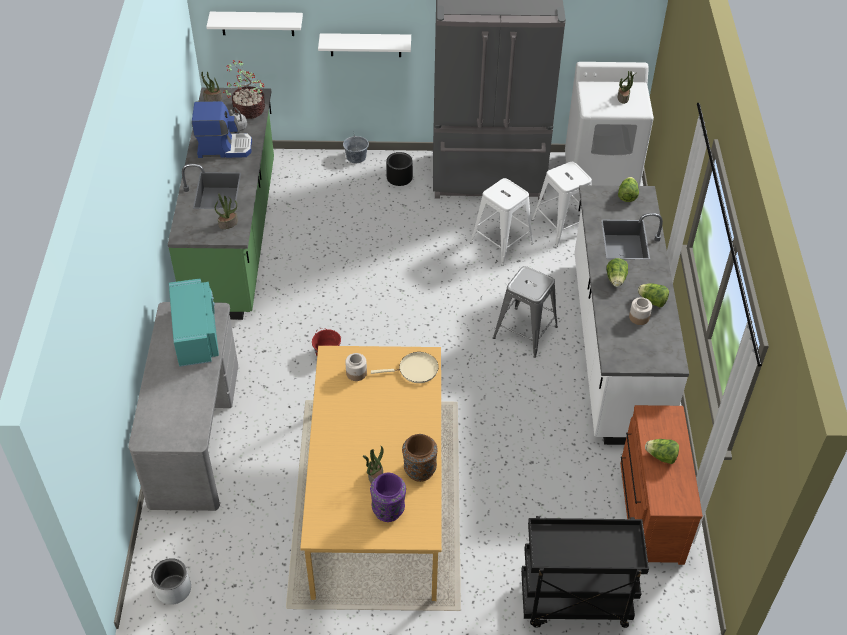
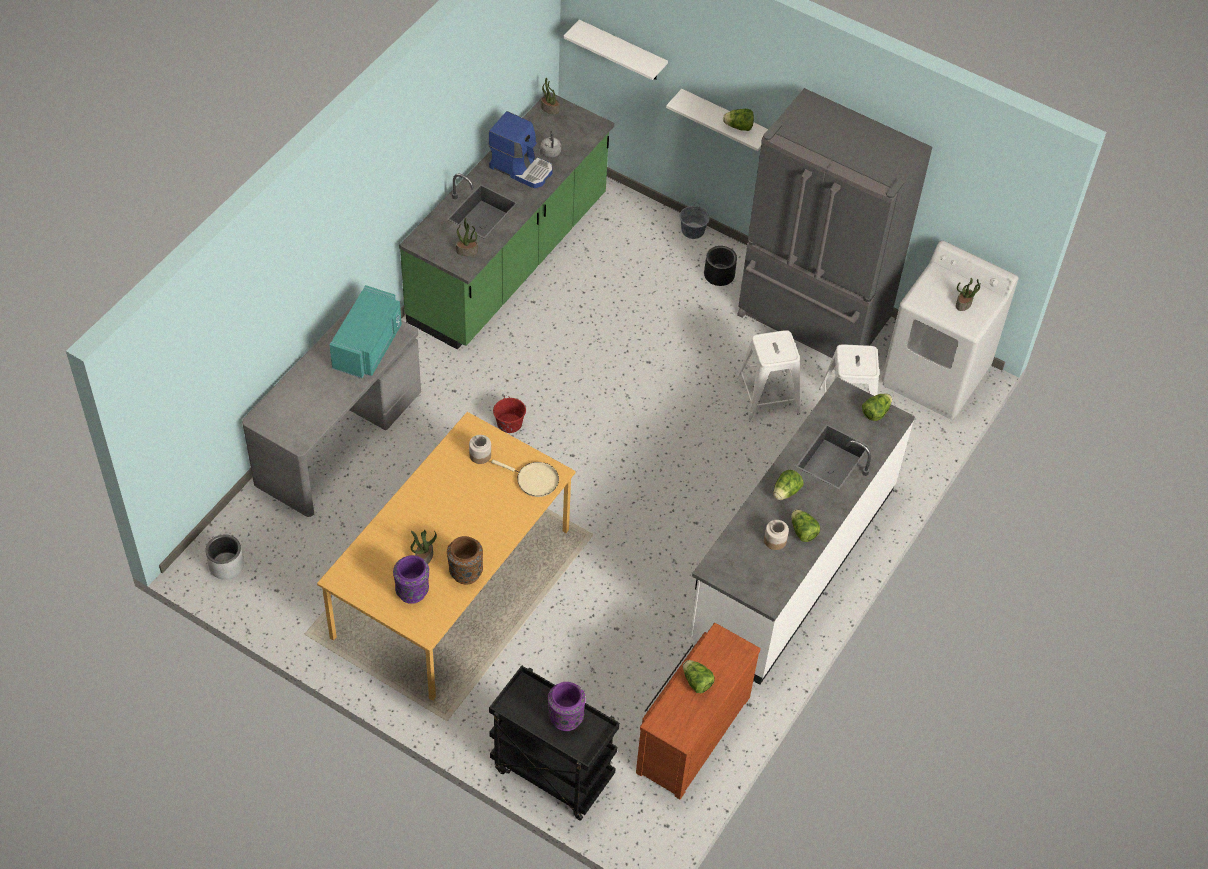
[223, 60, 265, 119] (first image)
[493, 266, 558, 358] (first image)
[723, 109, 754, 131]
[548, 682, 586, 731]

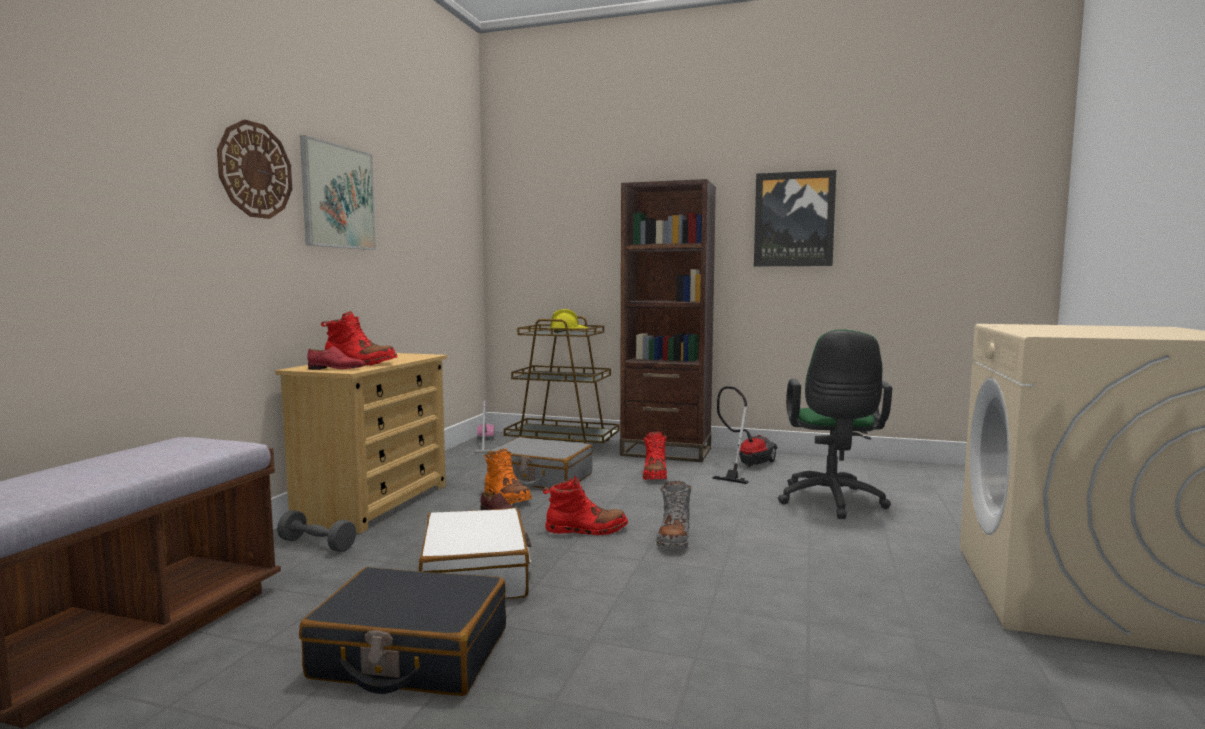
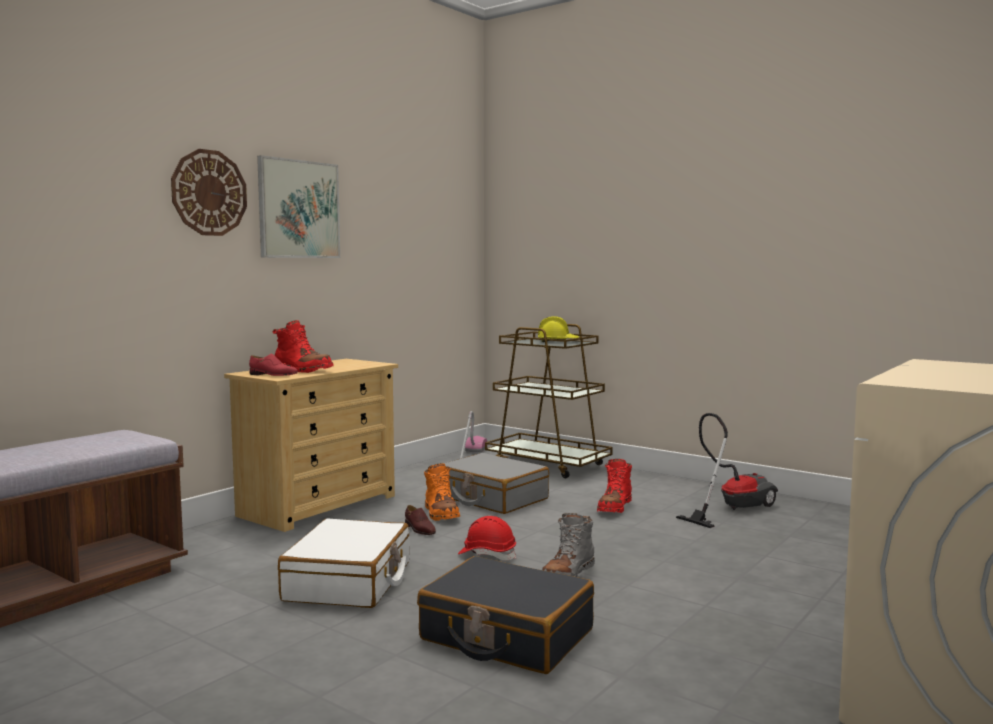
[754, 170, 836, 266] (first image)
[620, 179, 716, 462] (first image)
[778, 329, 892, 519] (first image)
[458, 516, 516, 560]
[277, 510, 356, 552] (first image)
[417, 556, 594, 674]

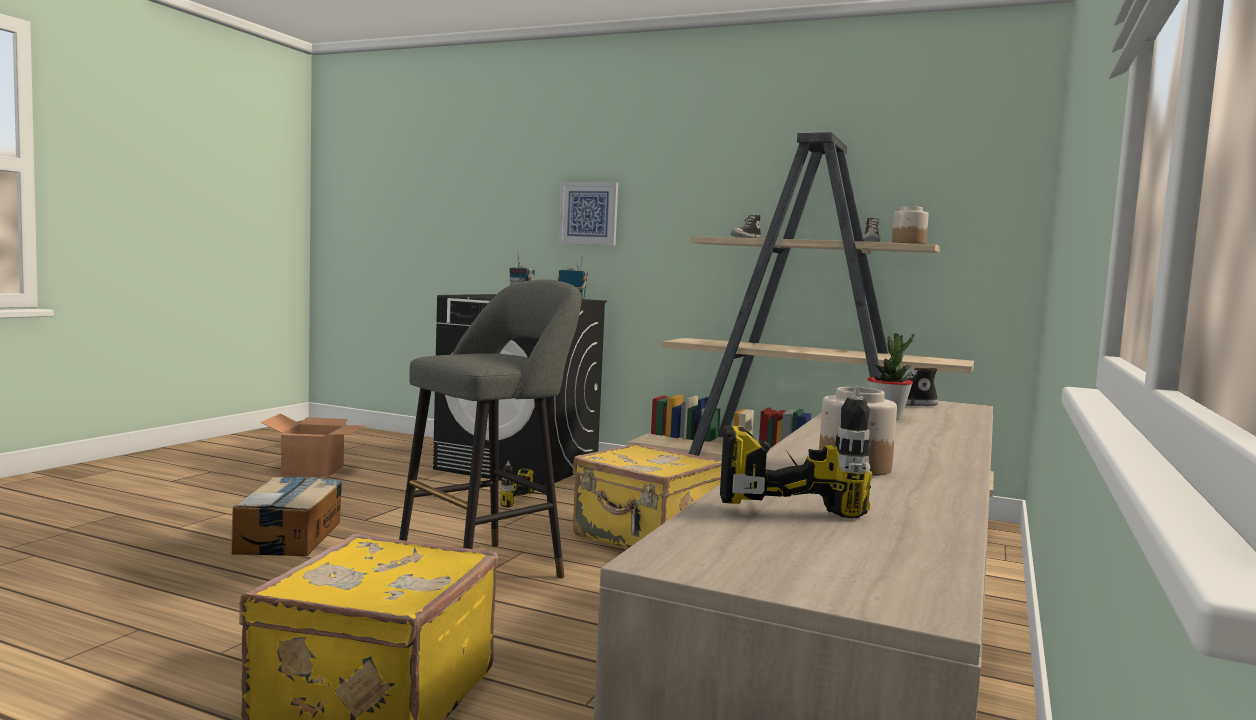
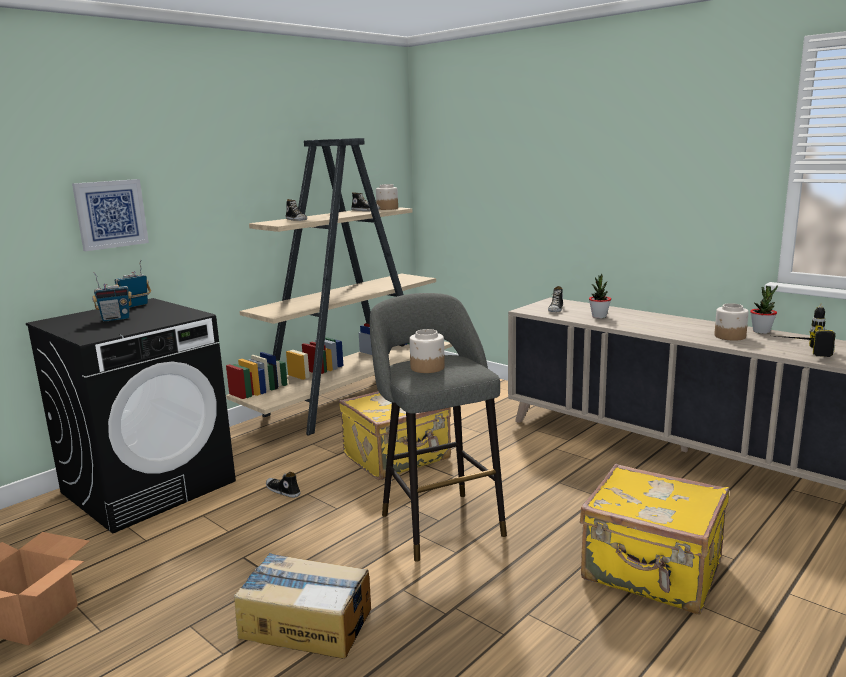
[266, 472, 300, 498]
[750, 285, 778, 334]
[409, 329, 445, 373]

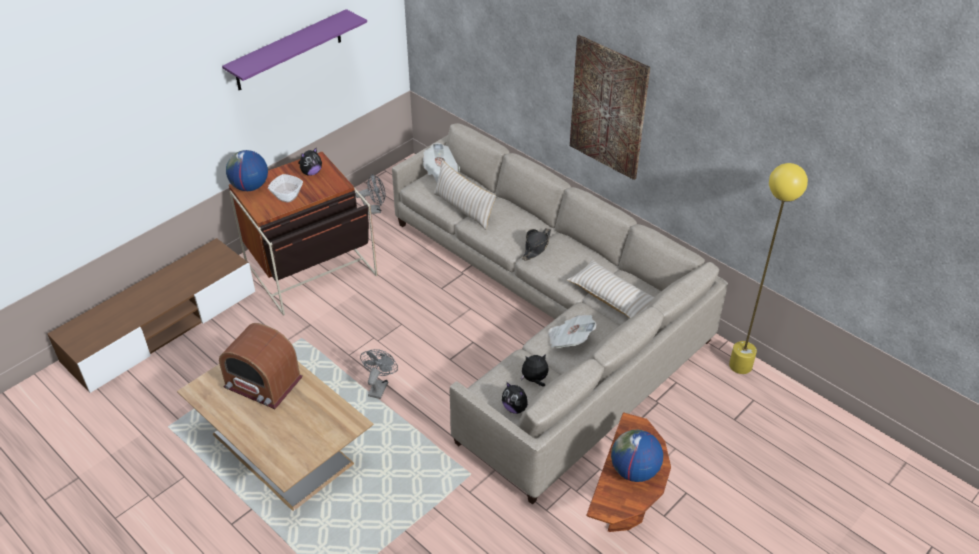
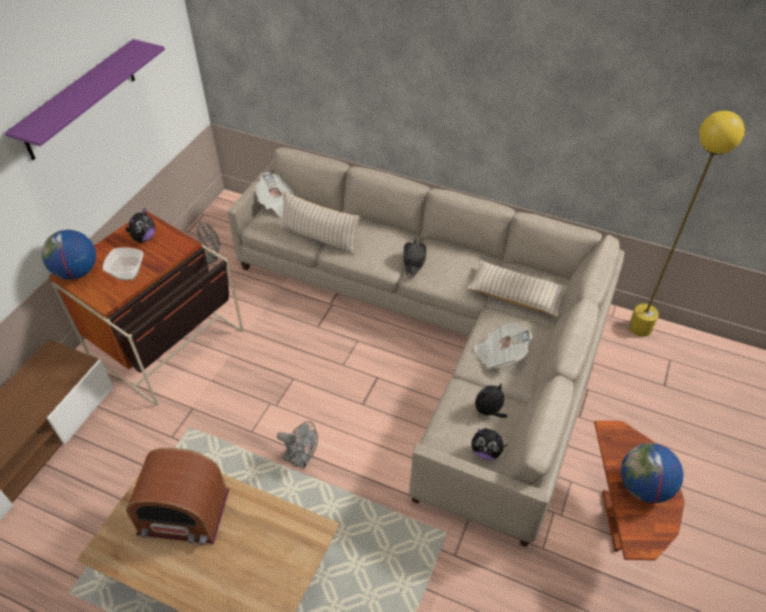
[570, 35, 650, 180] (first image)
[277, 421, 318, 469]

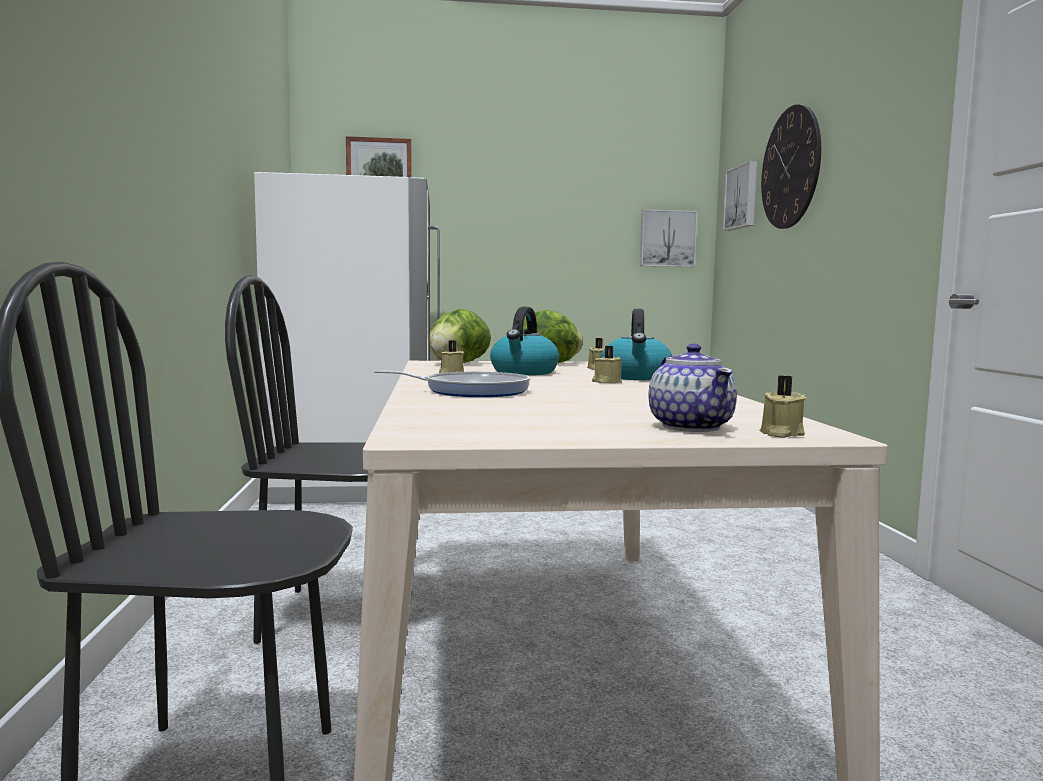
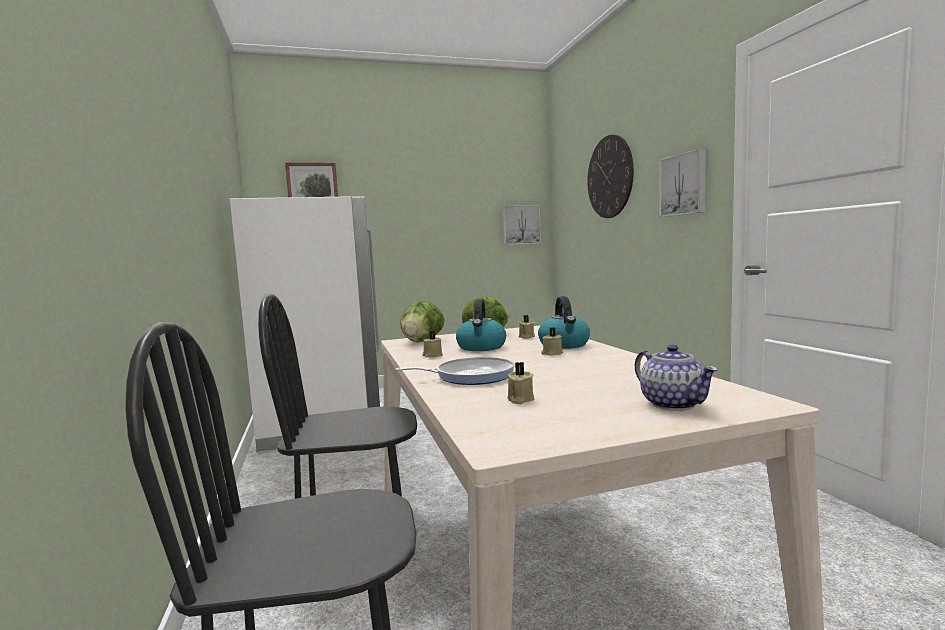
[659, 148, 706, 217]
[507, 362, 534, 404]

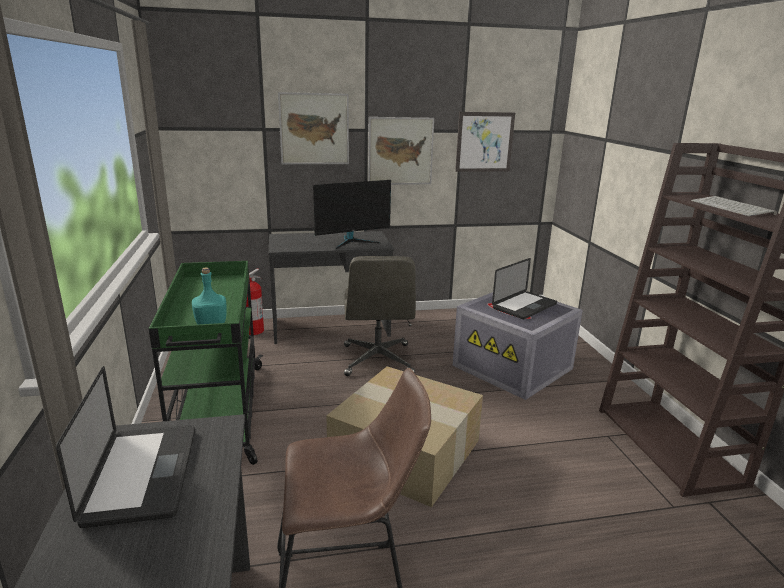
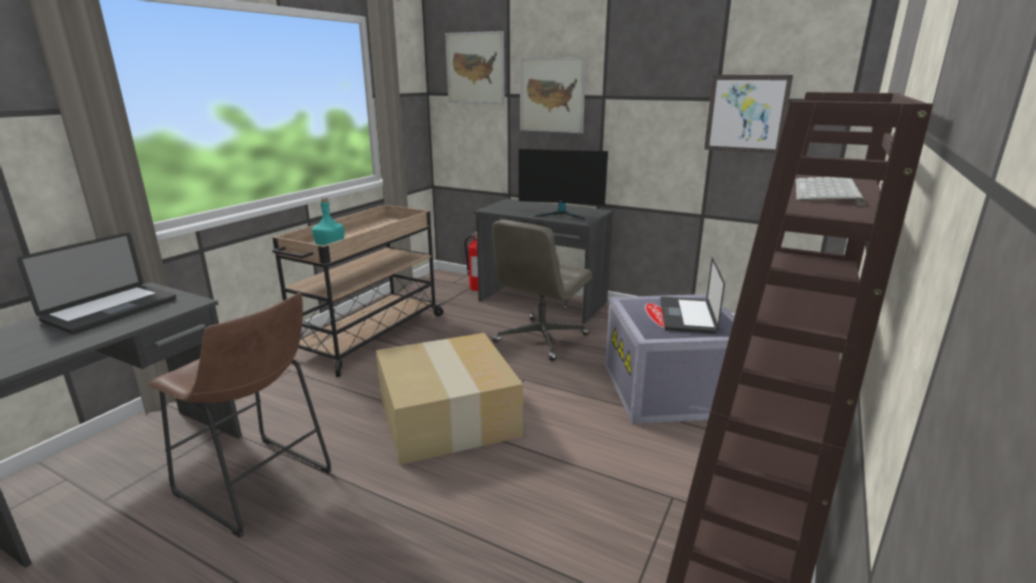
[445, 31, 505, 104]
[660, 257, 725, 334]
[272, 205, 444, 377]

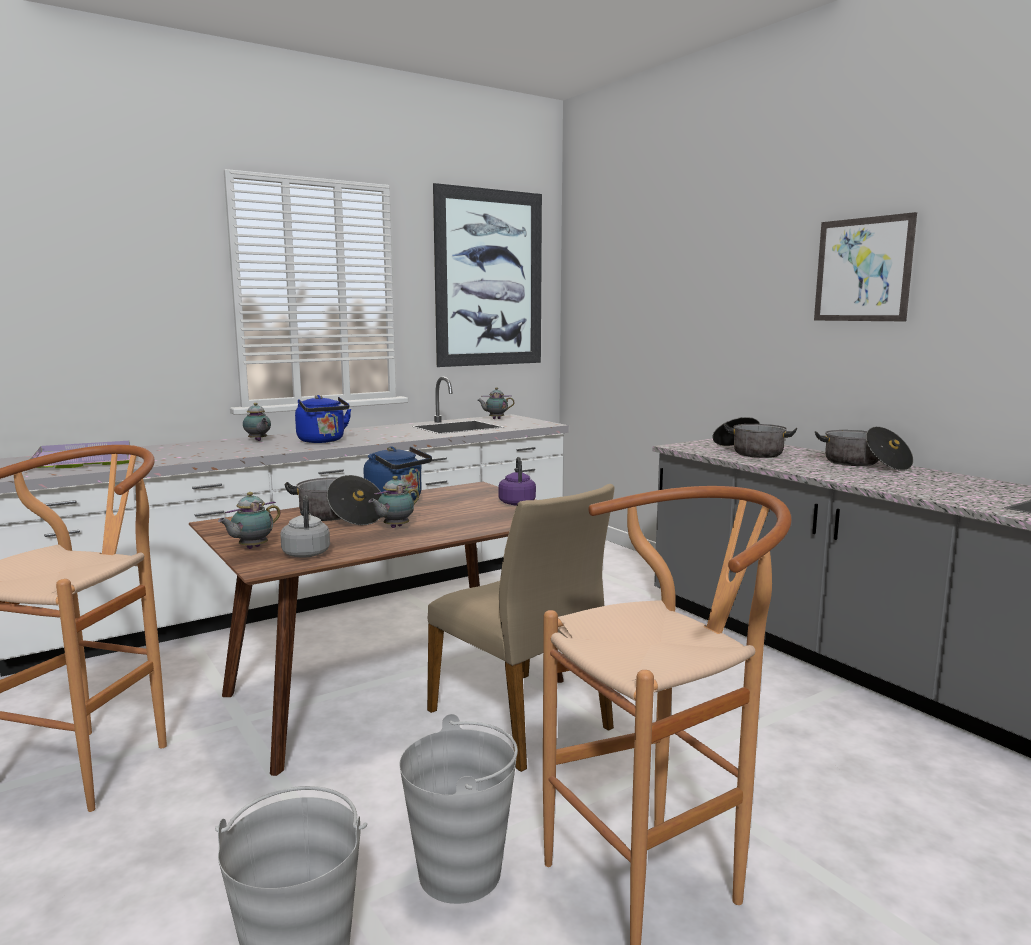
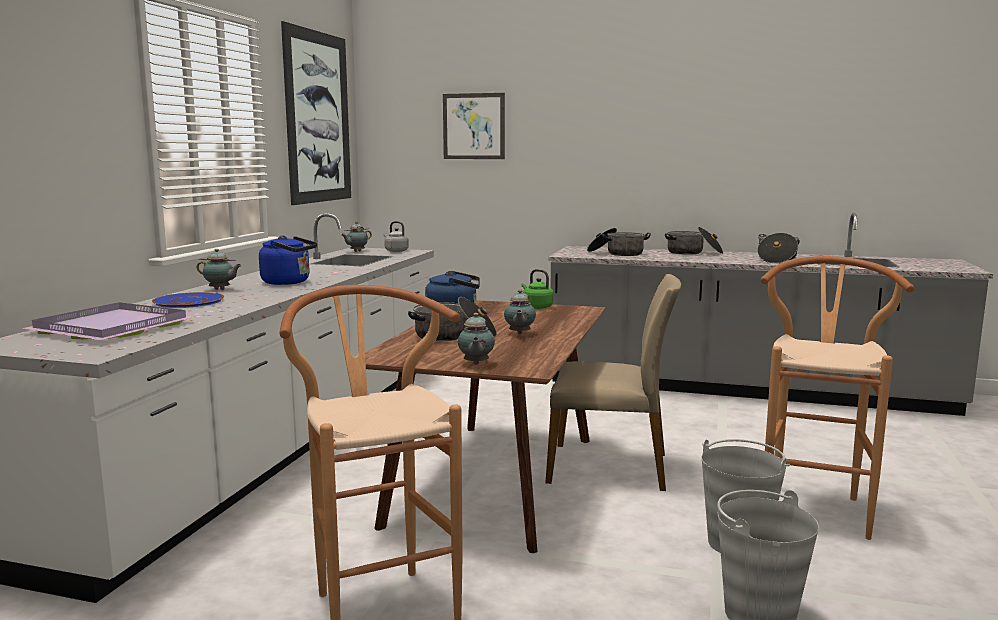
[443, 93, 505, 159]
[522, 269, 554, 309]
[384, 221, 409, 252]
[757, 233, 800, 263]
[152, 292, 224, 308]

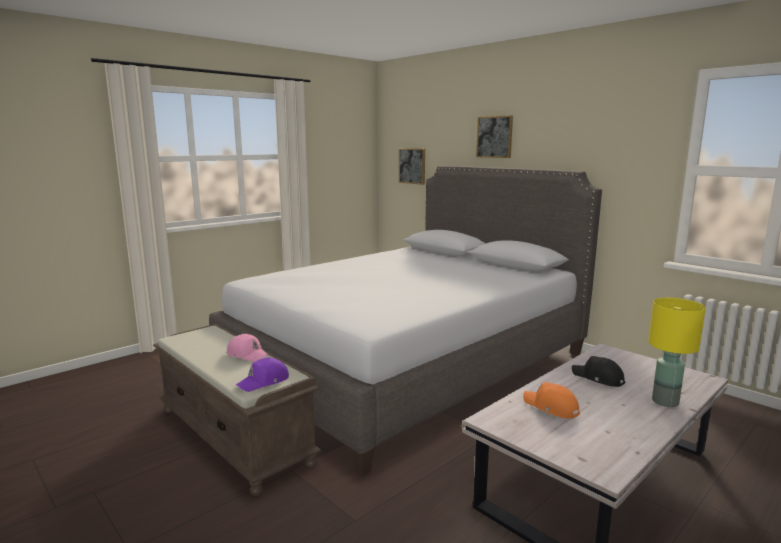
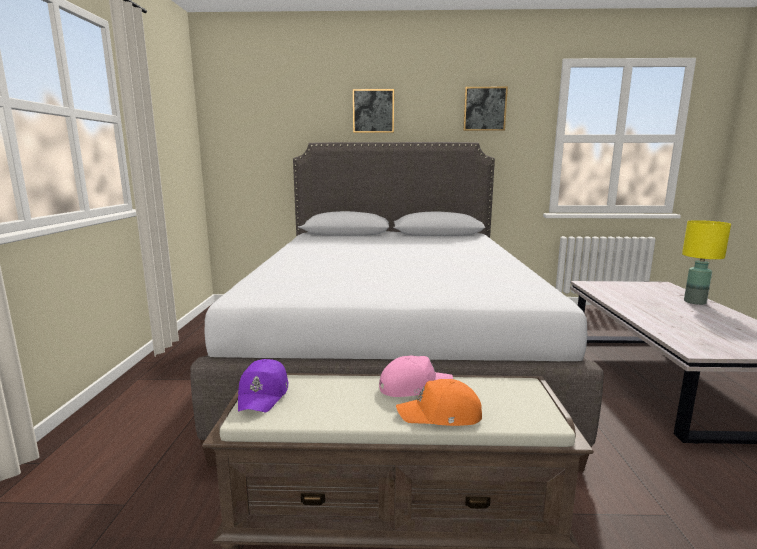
[463, 87, 508, 131]
[572, 356, 625, 387] (first image)
[238, 359, 288, 412]
[396, 379, 482, 426]

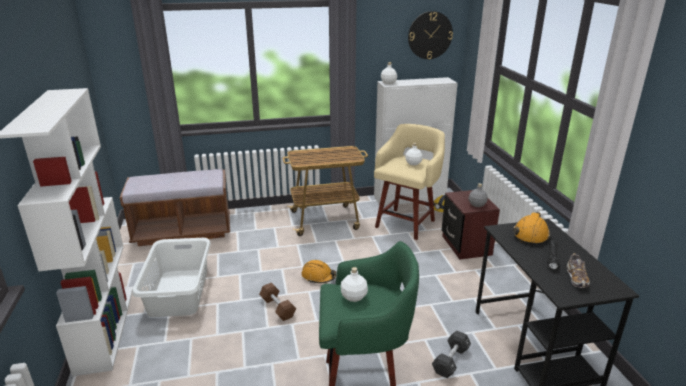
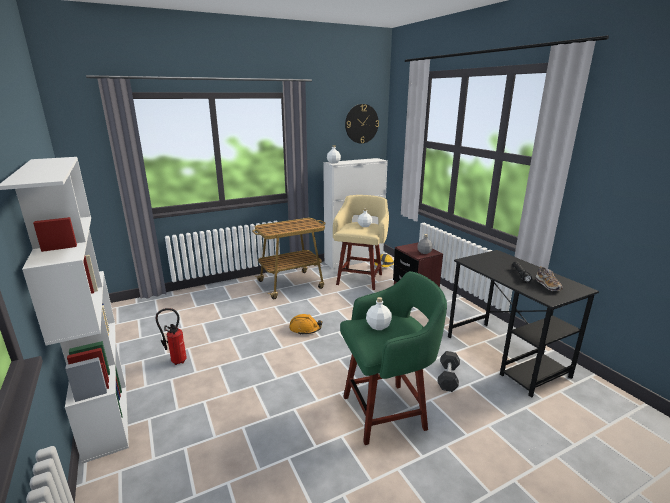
[120, 169, 230, 246] (first image)
[513, 212, 550, 245] (first image)
[156, 308, 187, 365]
[259, 283, 296, 321] (first image)

